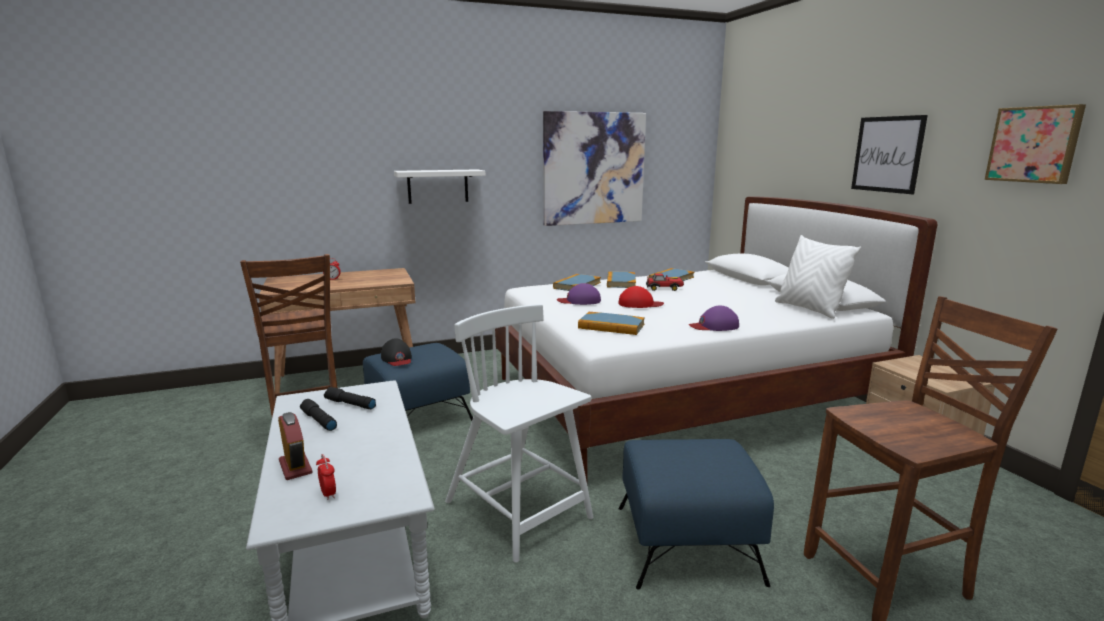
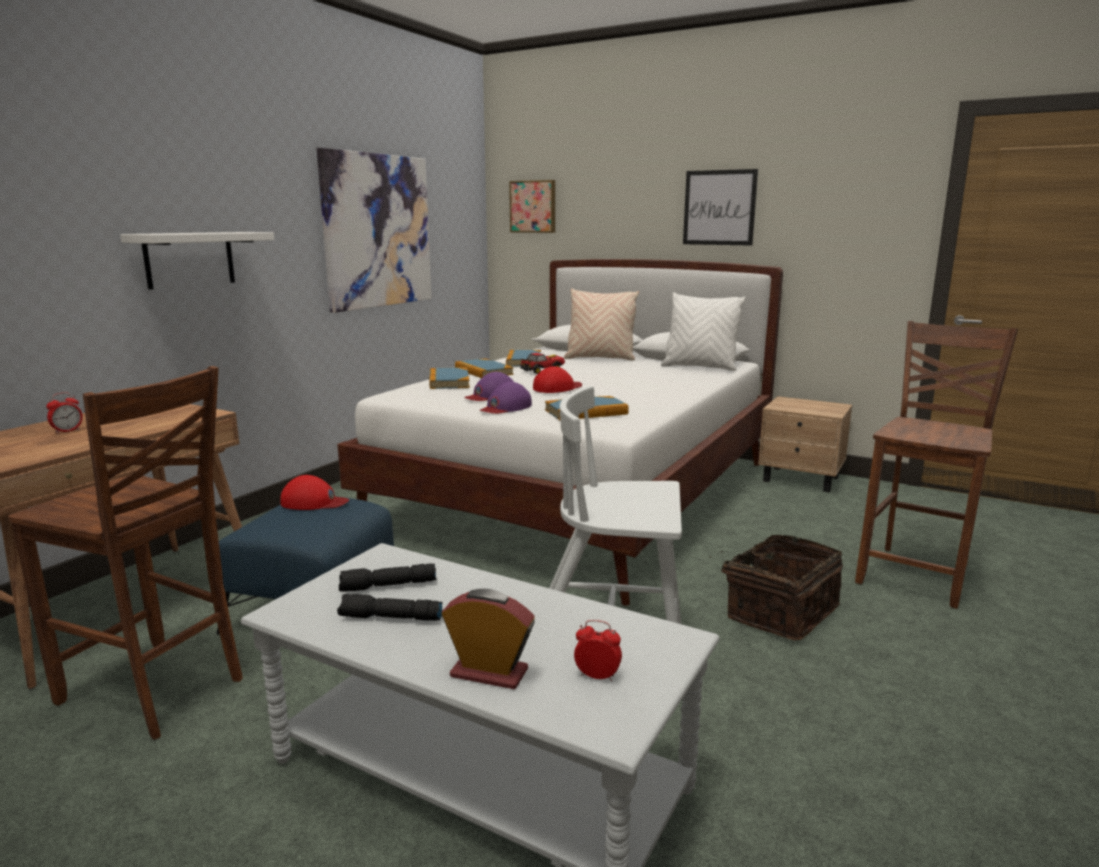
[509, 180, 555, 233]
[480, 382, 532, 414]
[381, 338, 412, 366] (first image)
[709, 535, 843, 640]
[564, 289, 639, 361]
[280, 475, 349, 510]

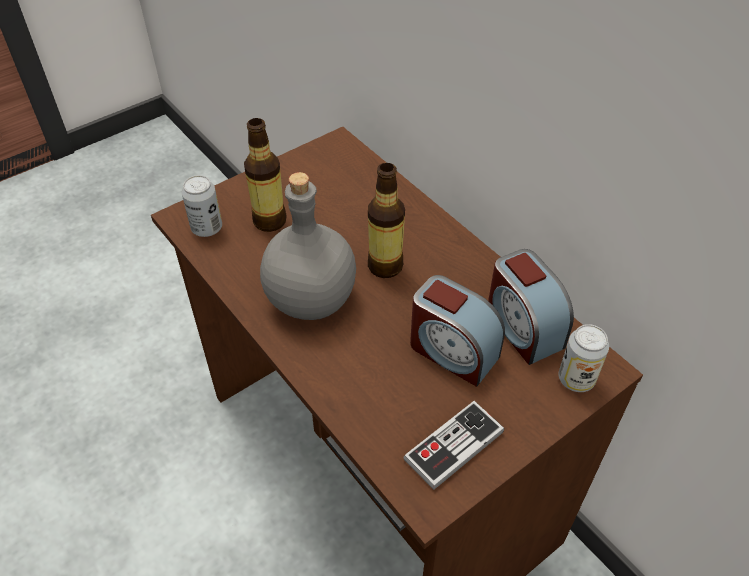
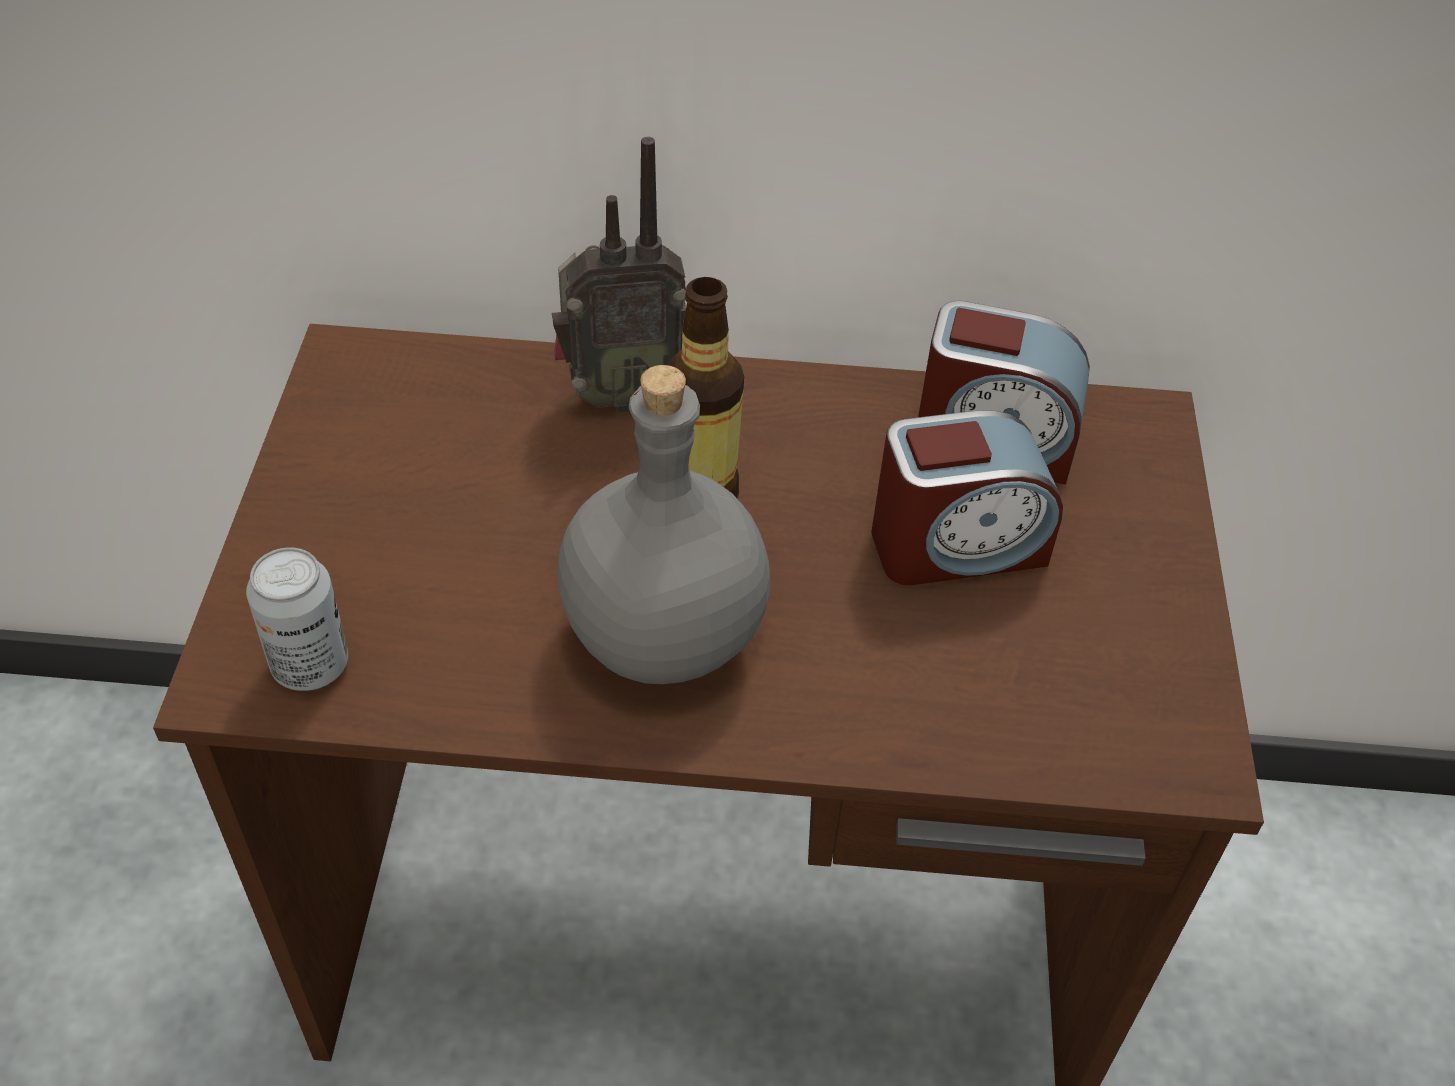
[244, 118, 287, 232] (first image)
[558, 324, 609, 392] (first image)
[403, 401, 504, 490] (first image)
[552, 137, 686, 413]

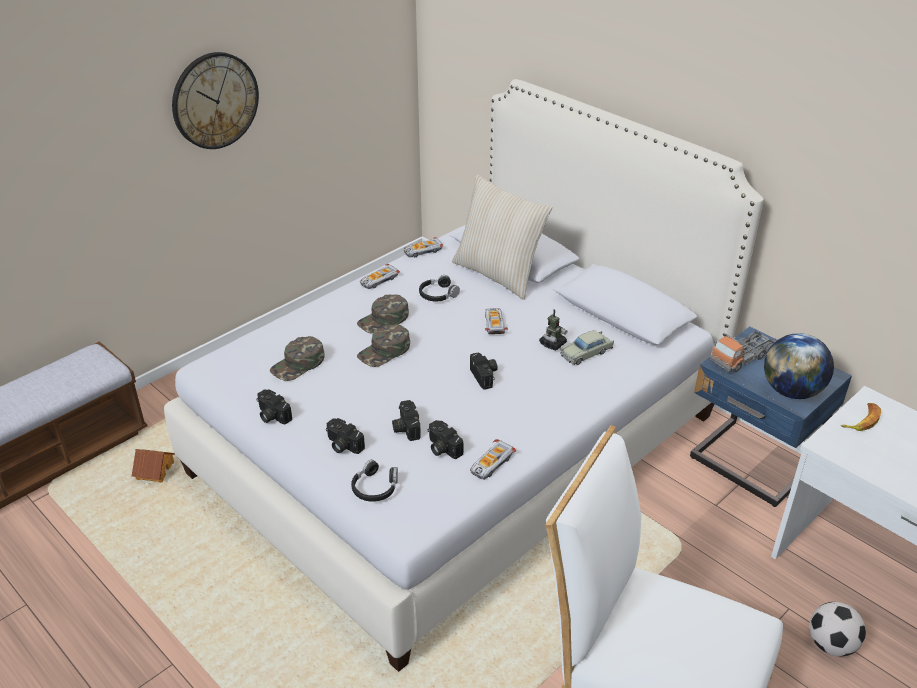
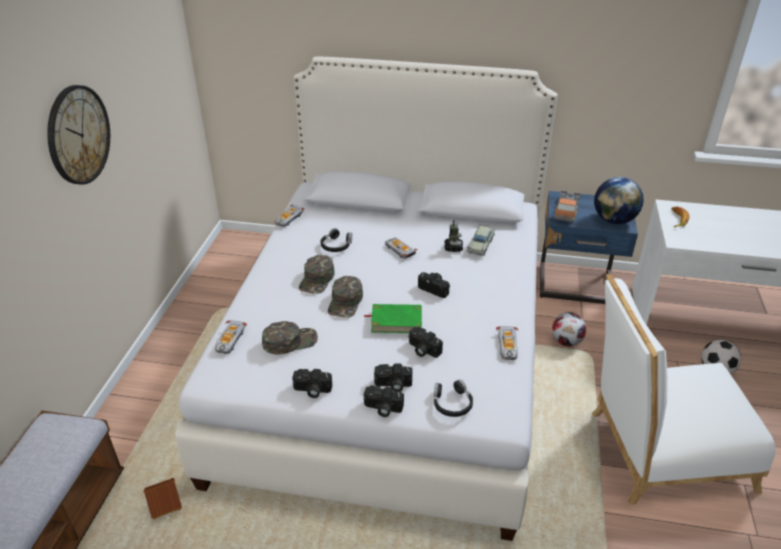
[452, 175, 553, 300] (first image)
[215, 320, 247, 354]
[262, 321, 318, 355]
[364, 385, 404, 417]
[363, 304, 422, 333]
[552, 312, 586, 346]

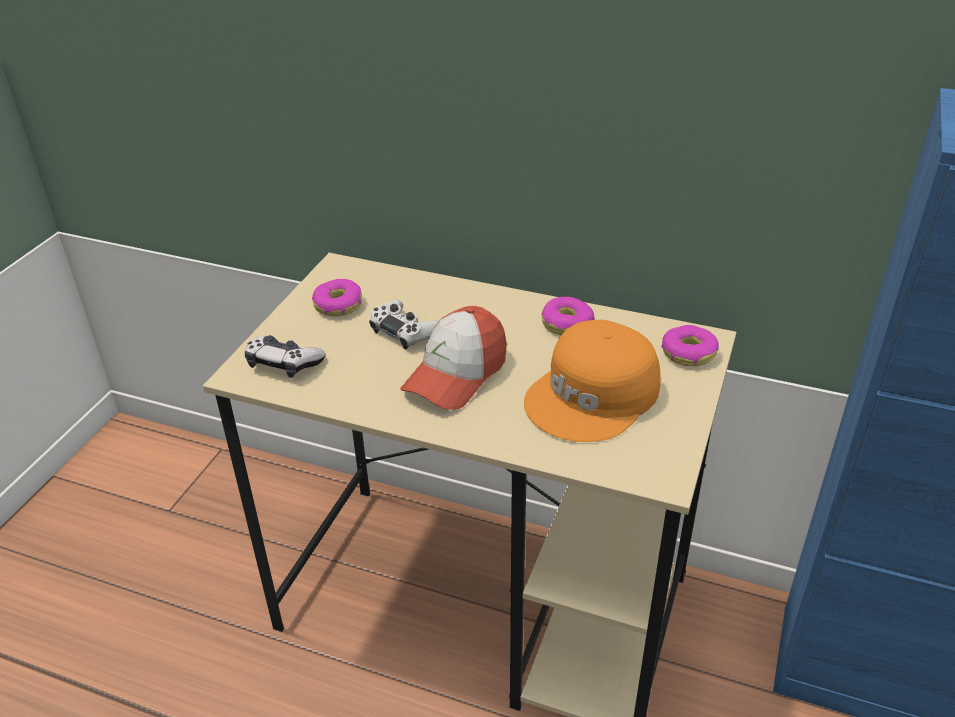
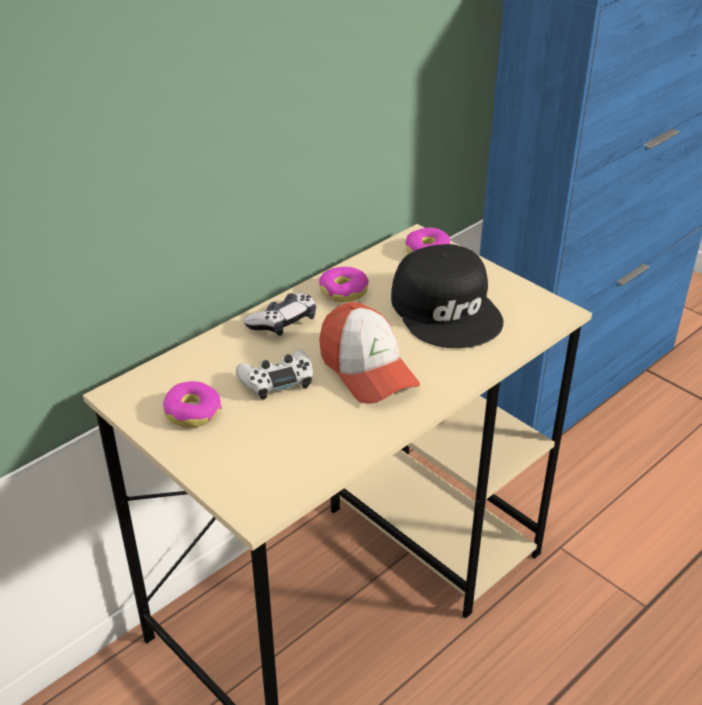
[391, 244, 503, 348]
[244, 293, 316, 336]

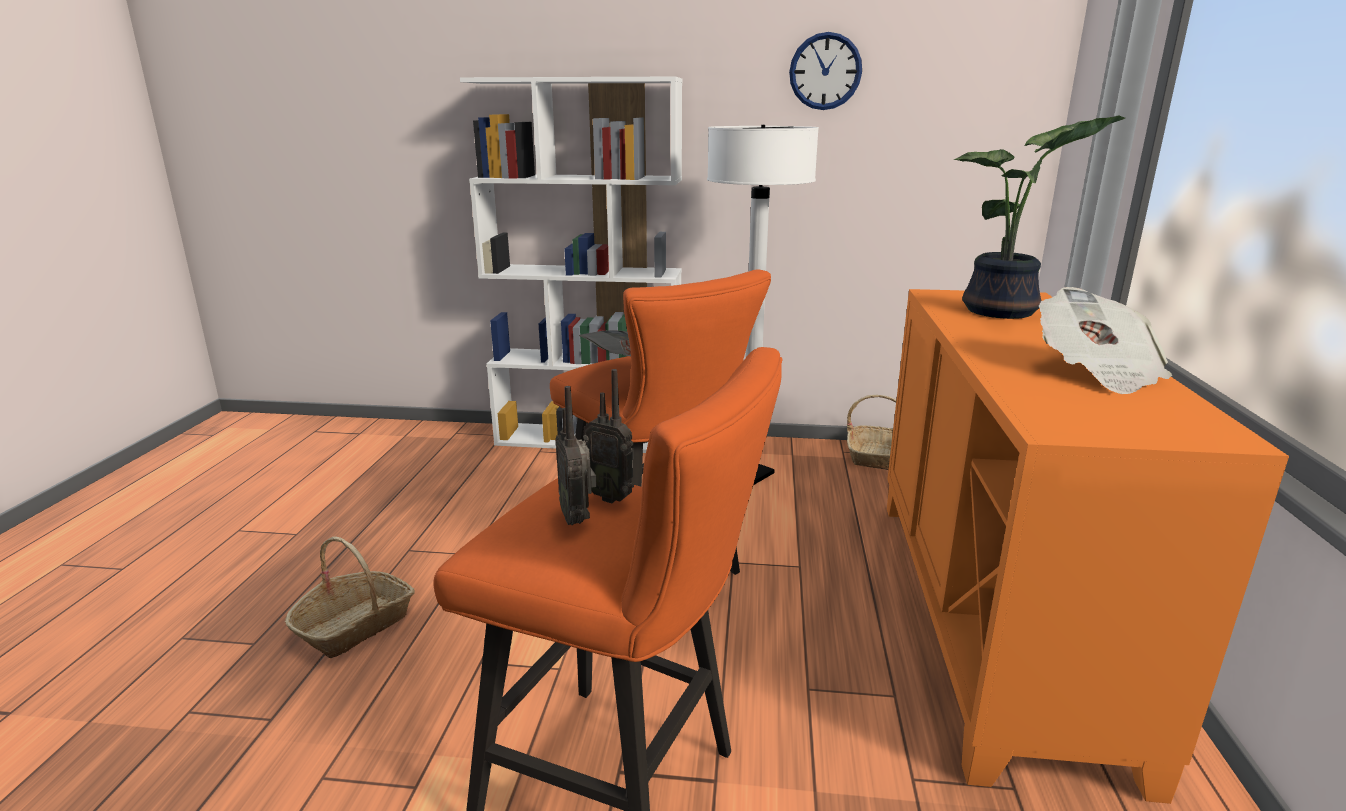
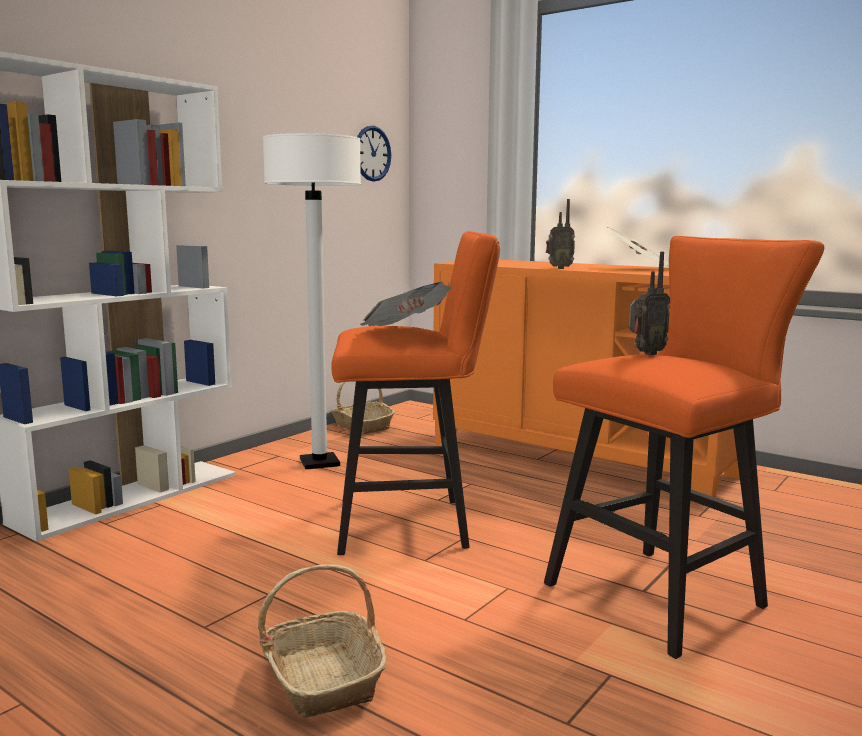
[357, 126, 391, 182]
[953, 115, 1125, 319] (first image)
[546, 199, 575, 269]

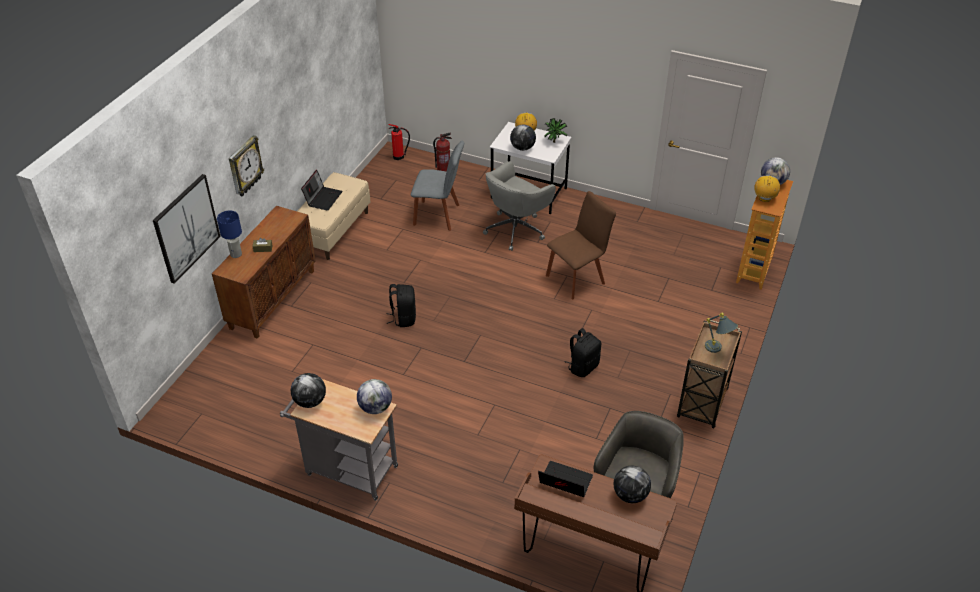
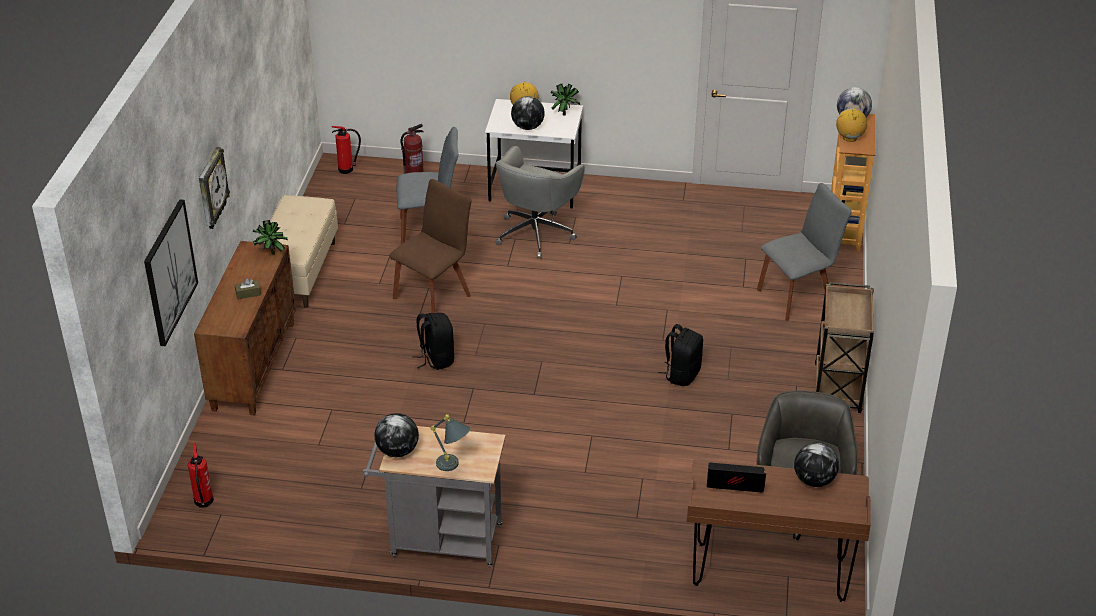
[301, 170, 343, 211] (first image)
[389, 179, 472, 313]
[217, 211, 242, 258] (first image)
[430, 414, 471, 471]
[357, 379, 392, 414] (first image)
[757, 183, 852, 321]
[252, 220, 288, 255]
[188, 443, 214, 508]

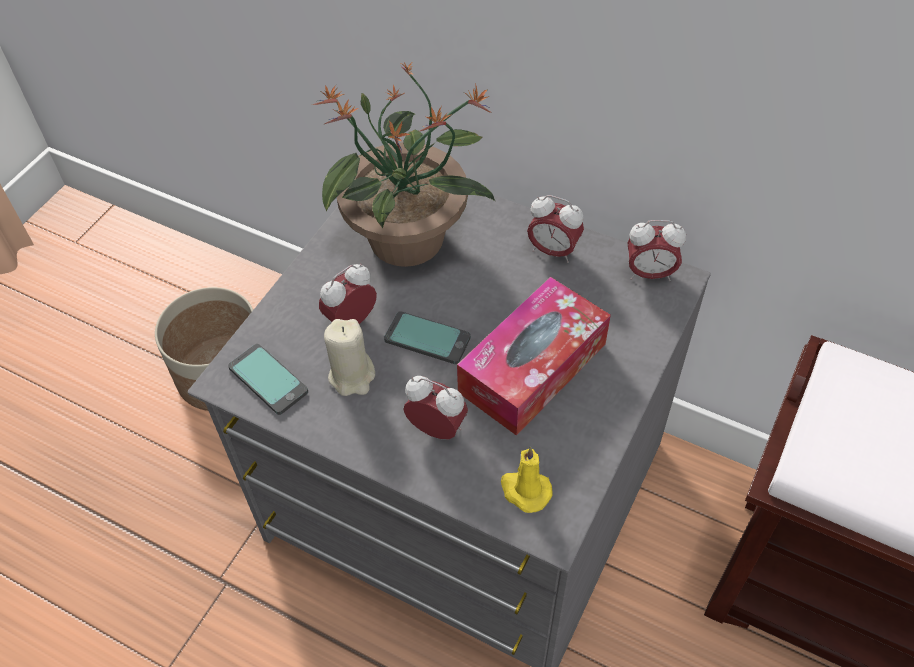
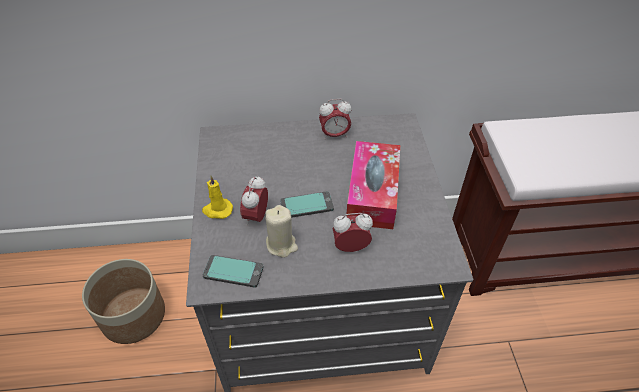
[313, 61, 495, 267] (first image)
[627, 220, 686, 281] (first image)
[202, 176, 233, 219]

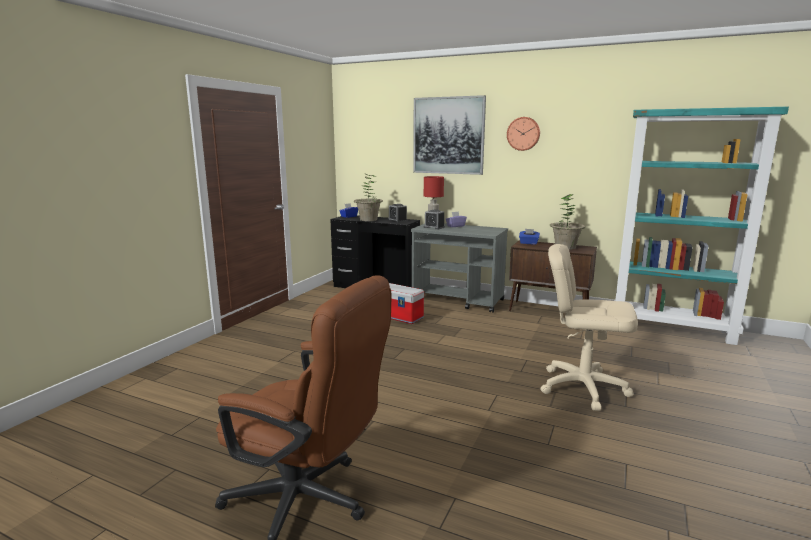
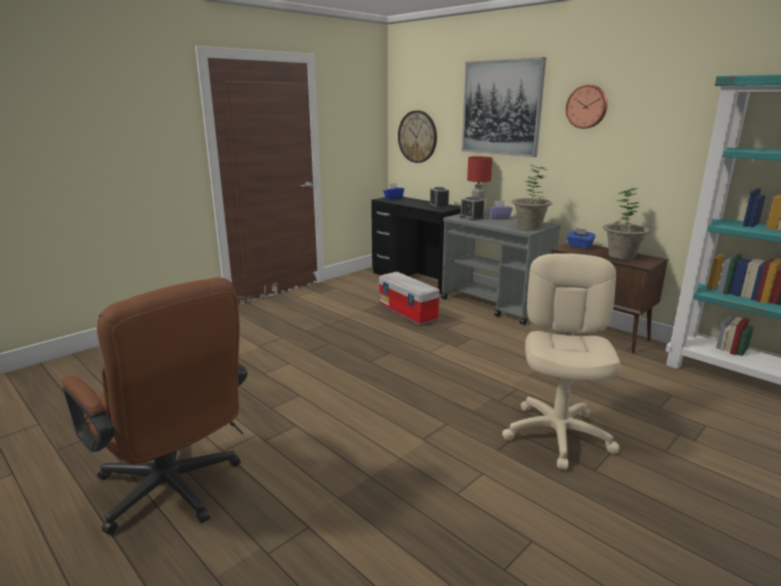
[511, 165, 553, 230]
[502, 253, 621, 470]
[398, 111, 437, 163]

